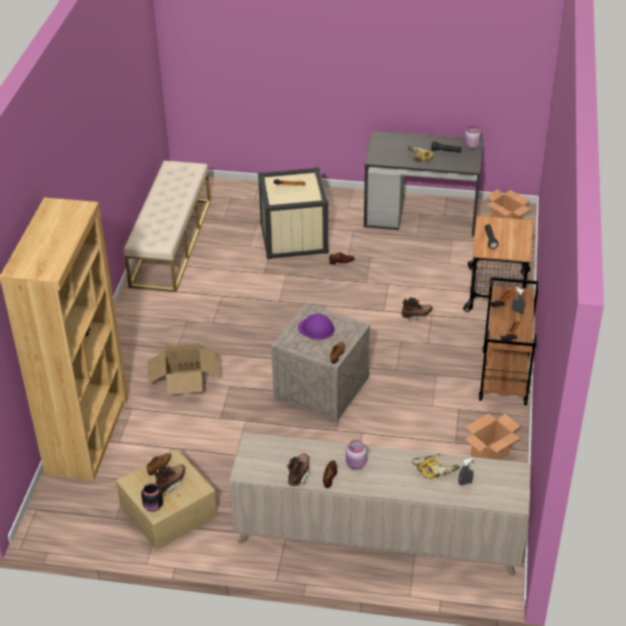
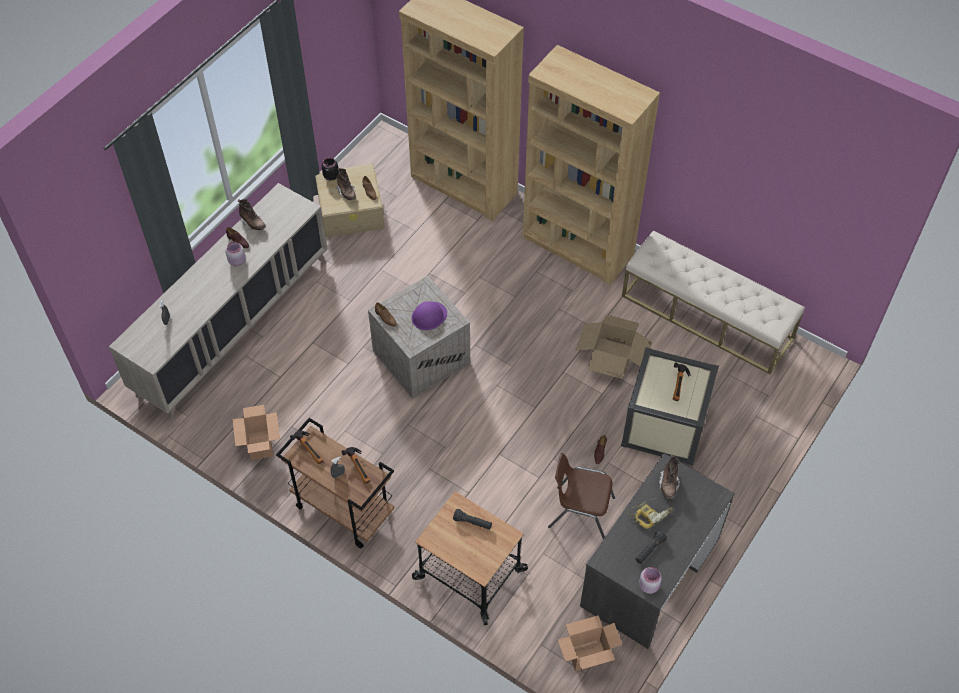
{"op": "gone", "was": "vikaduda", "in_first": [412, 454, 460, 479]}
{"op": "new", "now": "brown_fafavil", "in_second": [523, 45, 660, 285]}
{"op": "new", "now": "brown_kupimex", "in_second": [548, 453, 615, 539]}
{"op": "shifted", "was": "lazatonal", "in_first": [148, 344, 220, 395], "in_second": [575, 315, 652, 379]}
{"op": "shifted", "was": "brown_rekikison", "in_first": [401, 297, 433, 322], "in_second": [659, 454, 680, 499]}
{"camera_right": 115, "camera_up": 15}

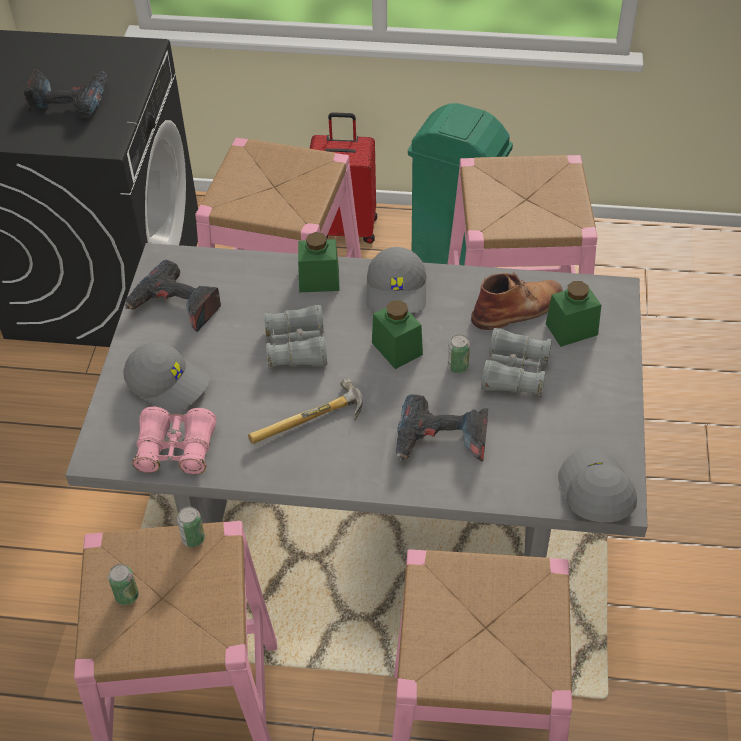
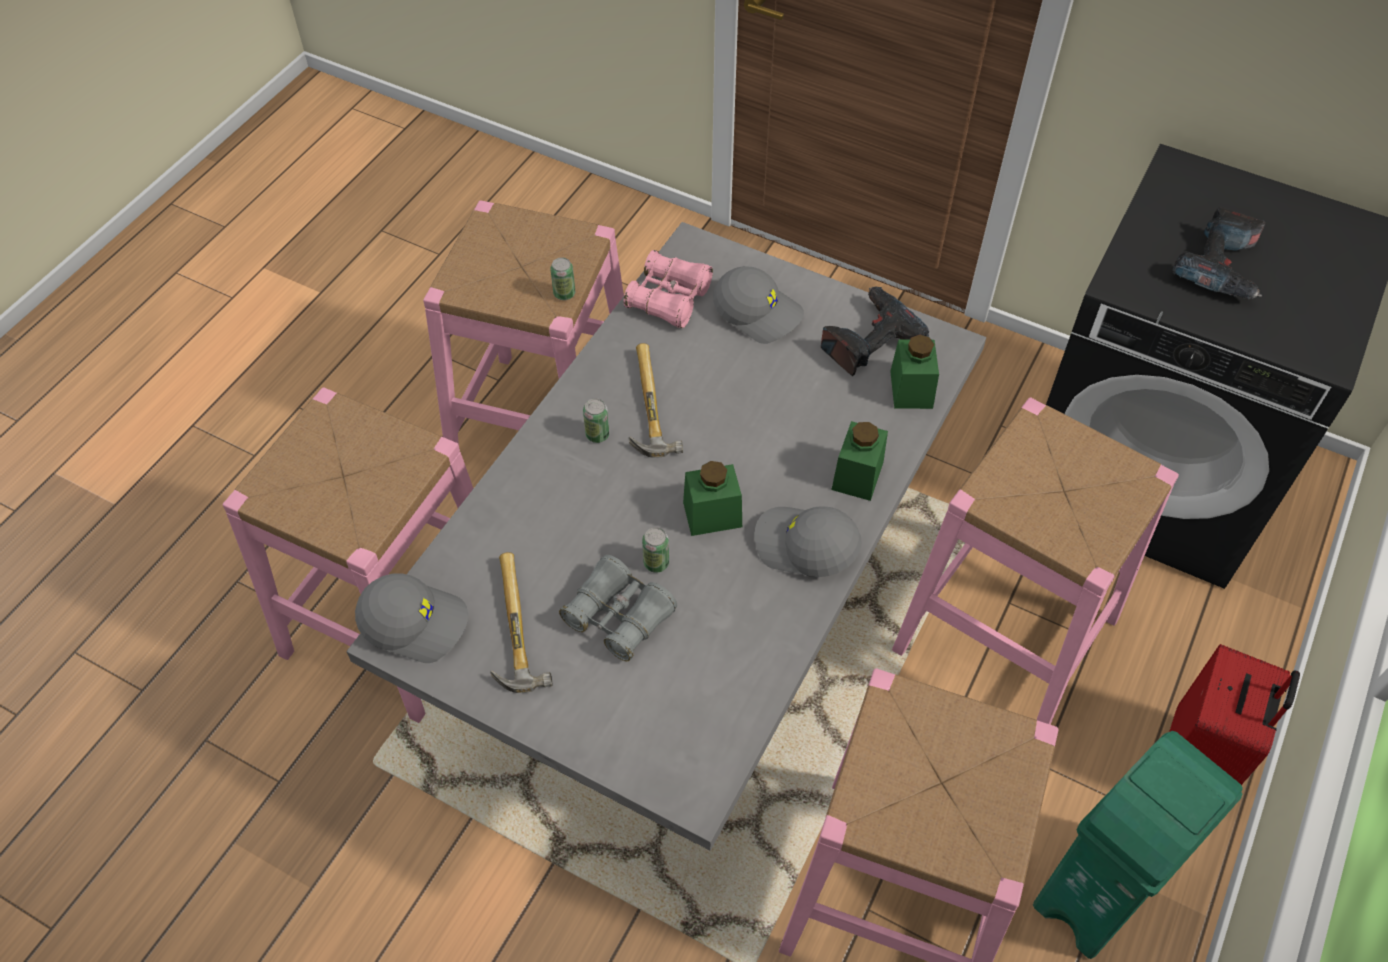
{"op": "gone", "was": "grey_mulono", "in_first": [264, 305, 327, 369]}
{"op": "gone", "was": "vikaduda", "in_first": [396, 394, 488, 461]}
{"op": "gone", "was": "brown_rekikison", "in_first": [471, 272, 563, 330]}
{"op": "new", "now": "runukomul", "in_second": [490, 552, 552, 693]}
{"op": "shifted", "was": "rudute", "in_first": [108, 564, 139, 605], "in_second": [583, 398, 610, 443]}
{"op": "shifted", "was": "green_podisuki", "in_first": [546, 281, 601, 347], "in_second": [890, 335, 939, 409]}
{"op": "rotated", "was": "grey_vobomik", "in_first": [123, 342, 209, 413], "in_second": [713, 266, 804, 344], "clockwise": -105}
{"camera_right": 110, "camera_up": 5}

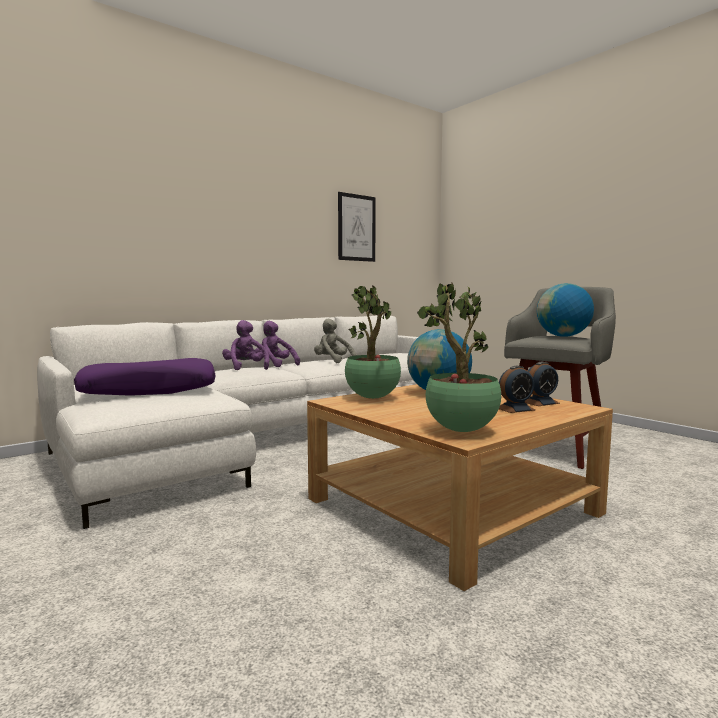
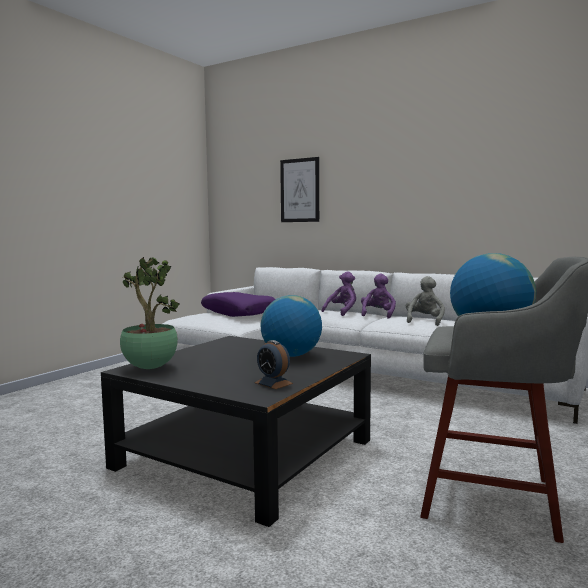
{"op": "gone", "was": "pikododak", "in_first": [345, 285, 401, 399]}
{"op": "gone", "was": "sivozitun", "in_first": [499, 366, 536, 413]}
{"op": "shifted", "was": "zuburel", "in_first": [338, 192, 376, 262], "in_second": [280, 157, 319, 222]}
{"op": "repainted", "was": "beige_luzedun", "now": "black_luzedun", "in_first": [307, 384, 613, 591], "in_second": [101, 336, 371, 527]}
{"camera_right": 70, "camera_up": 0}

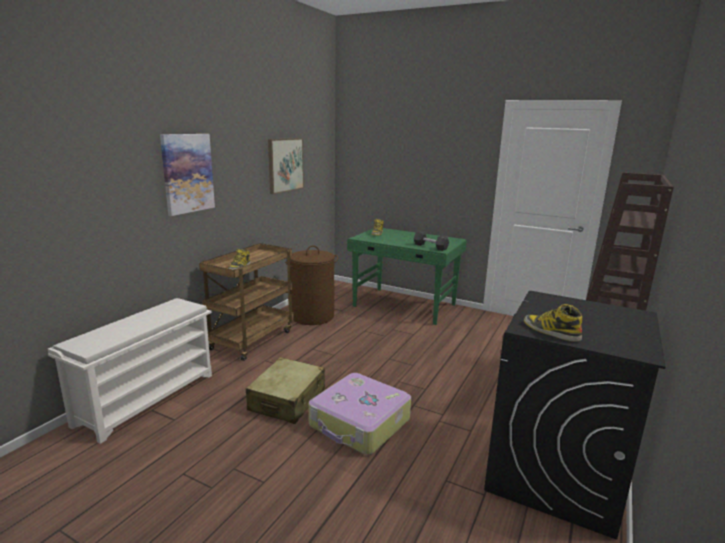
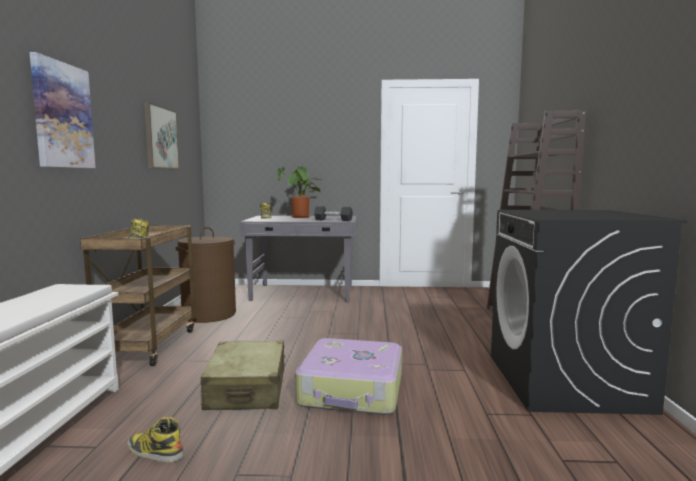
{"op": "new", "now": "pikododak", "in_second": [277, 166, 321, 218]}
{"op": "shifted", "was": "rekikison", "in_first": [524, 304, 583, 342], "in_second": [127, 417, 184, 463]}
{"op": "repainted", "was": "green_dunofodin", "now": "grey_dunofodin", "in_first": [347, 228, 466, 325], "in_second": [239, 216, 357, 302]}
{"camera_right": -25, "camera_up": -10}

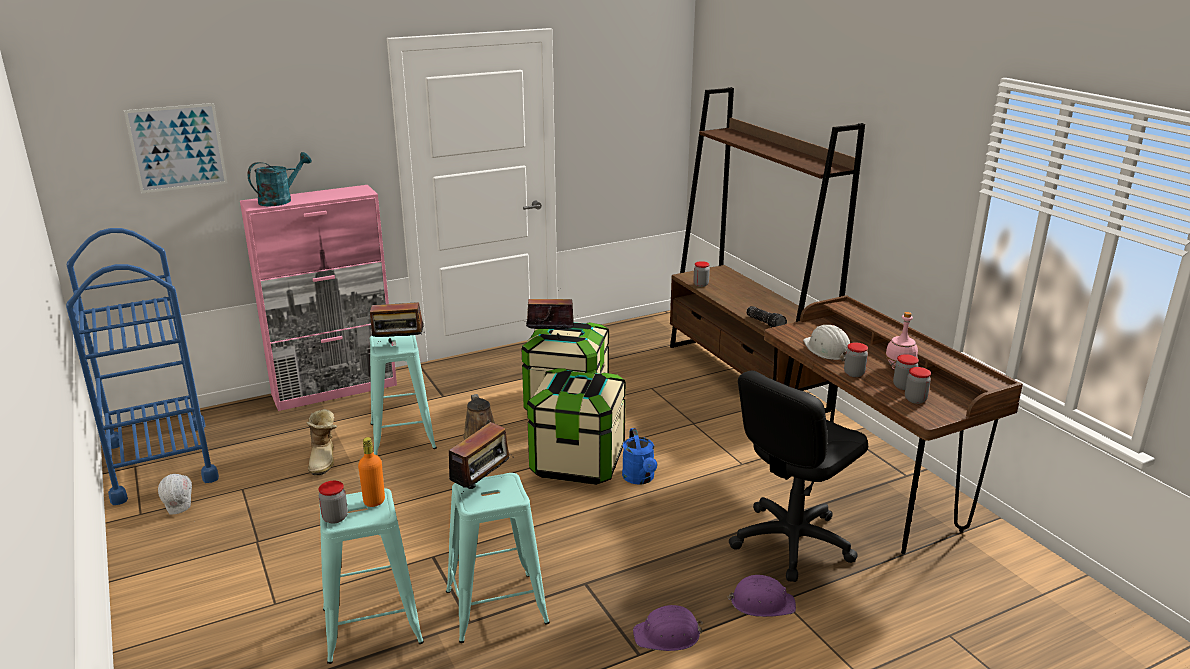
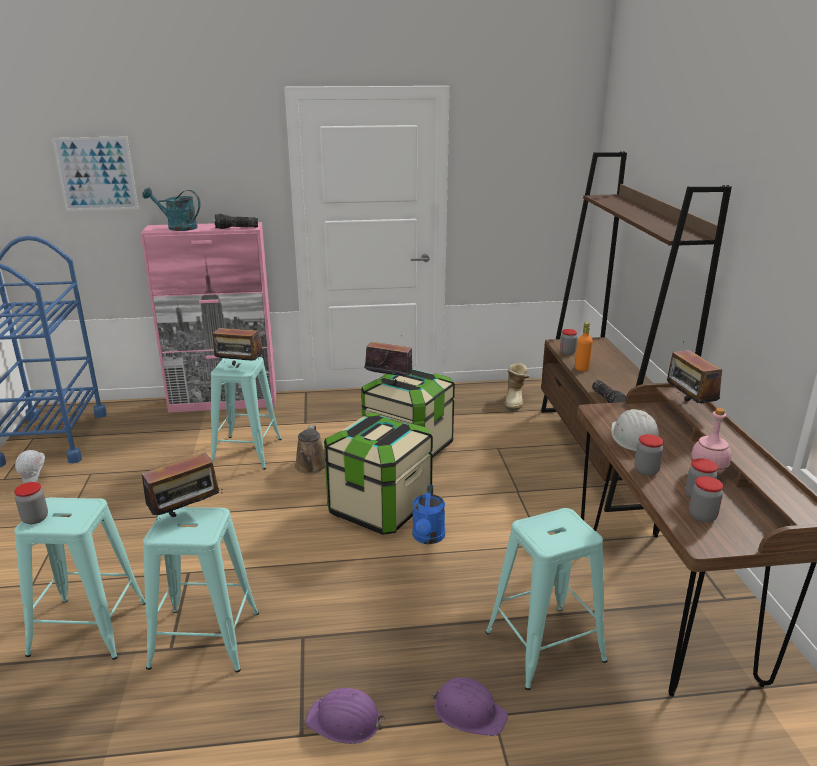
{"op": "new", "now": "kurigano", "in_second": [215, 214, 258, 229]}
{"op": "new", "now": "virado", "in_second": [667, 350, 722, 404]}
{"op": "shifted", "was": "rekikison", "in_first": [306, 409, 337, 475], "in_second": [504, 363, 530, 411]}
{"op": "shifted", "was": "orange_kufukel", "in_first": [358, 437, 385, 507], "in_second": [575, 322, 593, 371]}
{"op": "swapped", "was": "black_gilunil", "now": "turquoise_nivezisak", "in_first": [729, 370, 868, 582], "in_second": [486, 508, 607, 690]}
{"op": "rotated", "was": "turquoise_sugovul", "in_first": [248, 152, 312, 206], "in_second": [142, 187, 201, 231], "clockwise": -135}
{"camera_right": 20, "camera_up": 0}

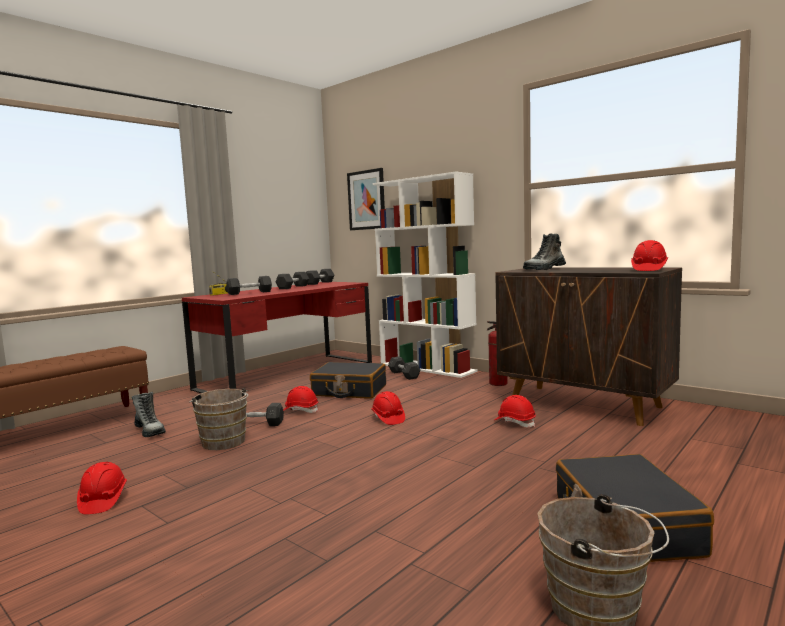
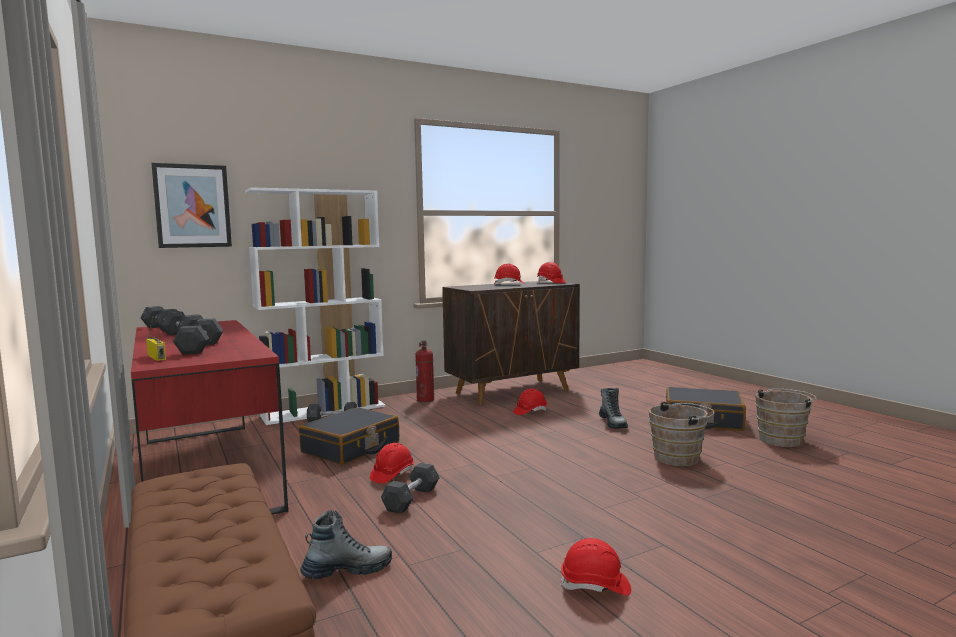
{"op": "shifted", "was": "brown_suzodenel", "in_first": [189, 388, 249, 450], "in_second": [648, 402, 714, 466]}
{"op": "shifted", "was": "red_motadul", "in_first": [371, 391, 405, 425], "in_second": [494, 264, 524, 284]}
{"op": "shifted", "was": "rekikison", "in_first": [523, 233, 566, 270], "in_second": [599, 388, 628, 429]}
{"camera_right": -70, "camera_up": 0}

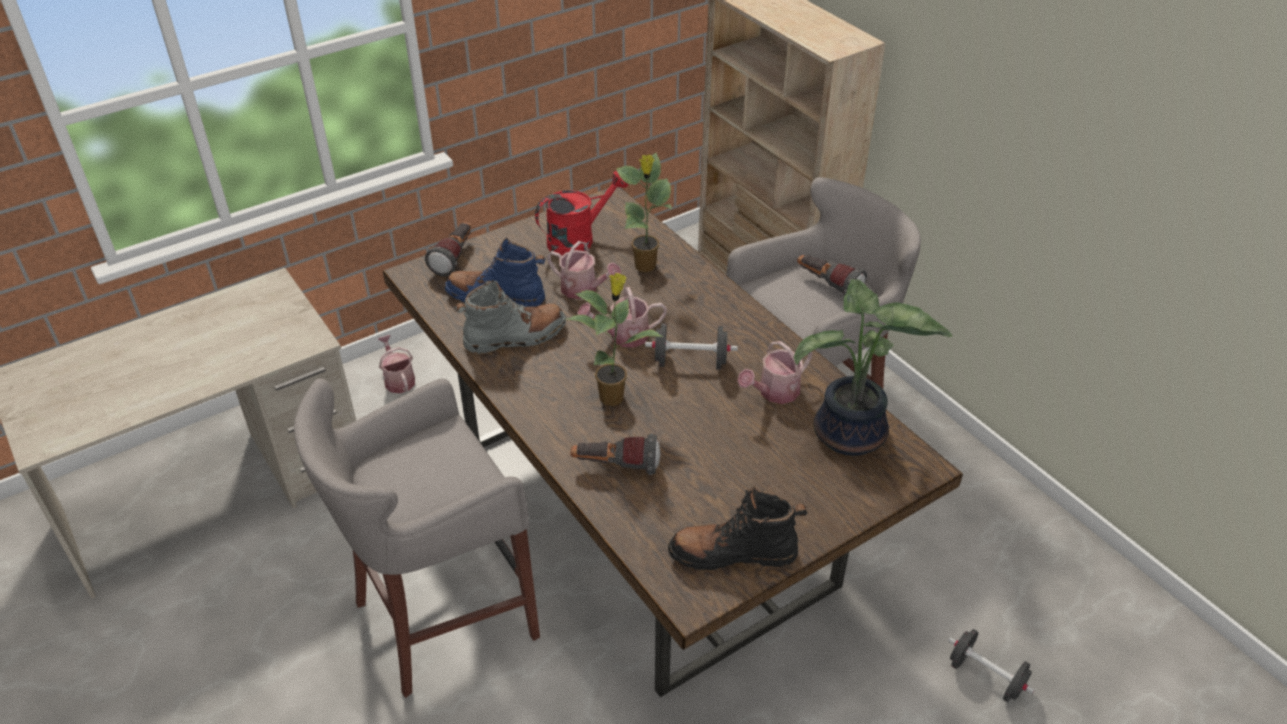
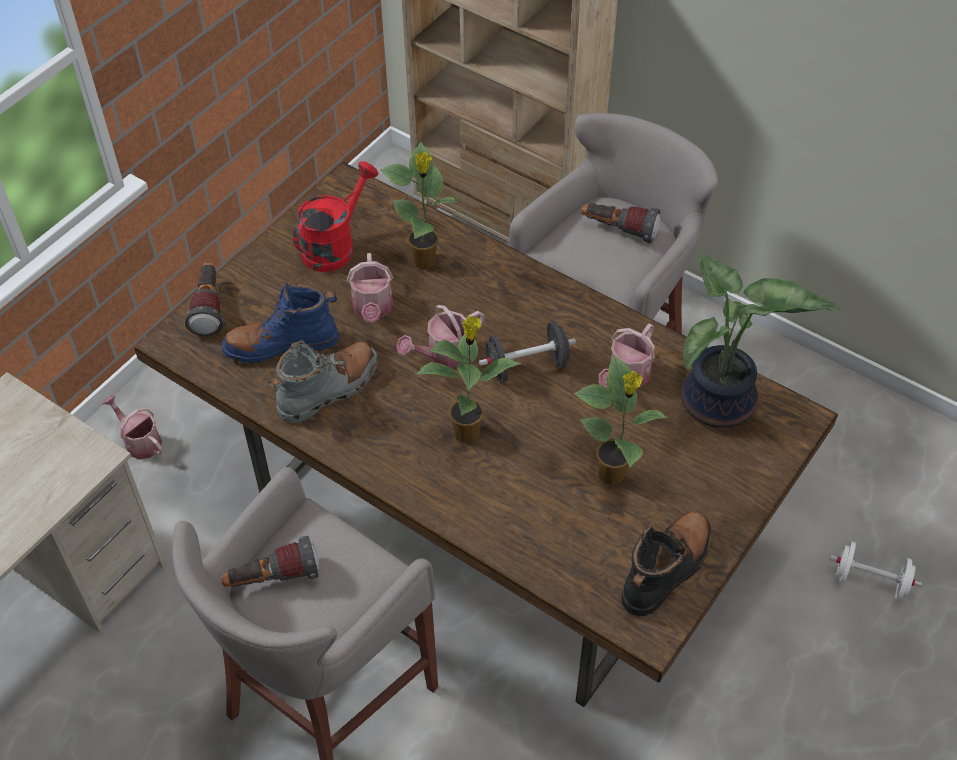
{"op": "new", "now": "pikododak", "in_second": [573, 354, 668, 485]}
{"op": "shifted", "was": "kurigano", "in_first": [570, 434, 661, 475], "in_second": [221, 536, 319, 587]}
{"op": "repainted", "was": "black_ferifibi", "now": "white_ferifibi", "in_first": [948, 629, 1035, 702], "in_second": [829, 541, 922, 601]}
{"op": "rotated", "was": "sugovul", "in_first": [547, 241, 621, 299], "in_second": [347, 253, 393, 323], "clockwise": 75}
{"op": "rotated", "was": "black_rekikison", "in_first": [668, 487, 808, 570], "in_second": [621, 512, 711, 616], "clockwise": 150}
{"camera_right": -20, "camera_up": 10}

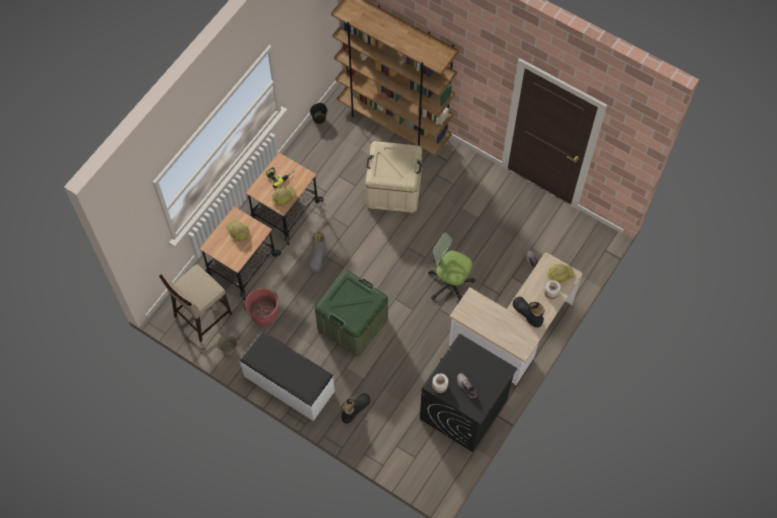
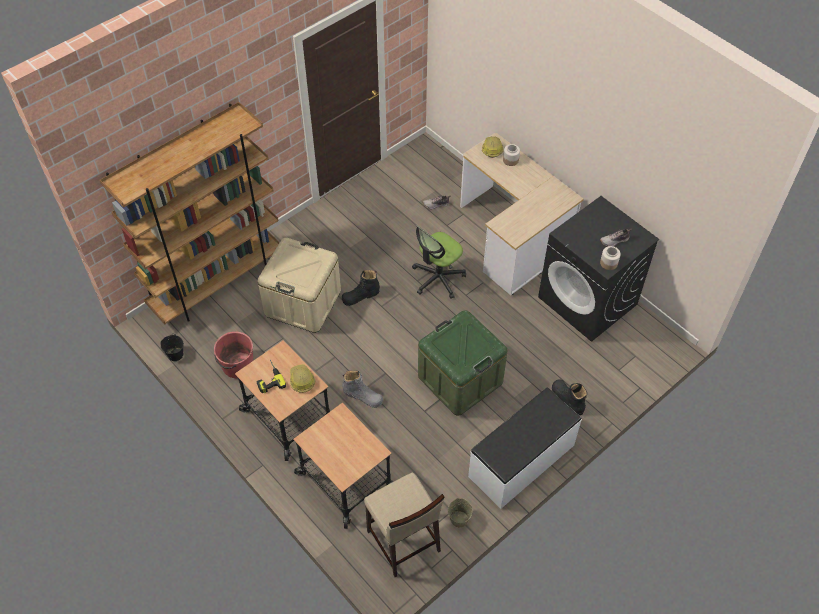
{"op": "gone", "was": "motadul", "in_first": [226, 220, 250, 241]}
{"op": "shifted", "was": "red_suzodenel", "in_first": [244, 288, 278, 326], "in_second": [214, 331, 253, 378]}
{"op": "shifted", "was": "black_rekikison", "in_first": [513, 297, 544, 328], "in_second": [342, 270, 380, 306]}
{"camera_right": -75, "camera_up": -10}

